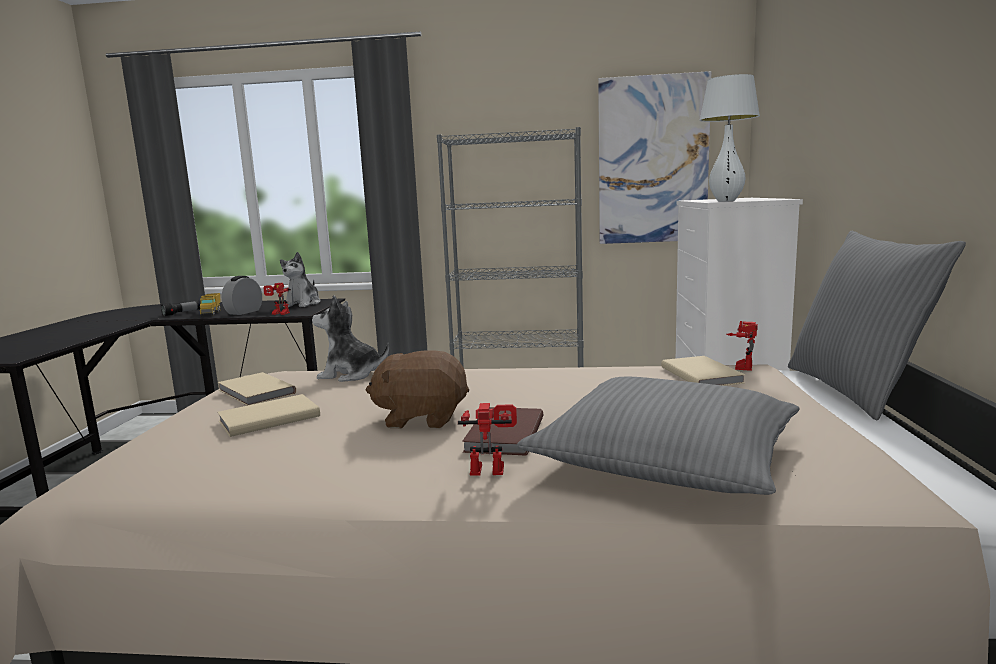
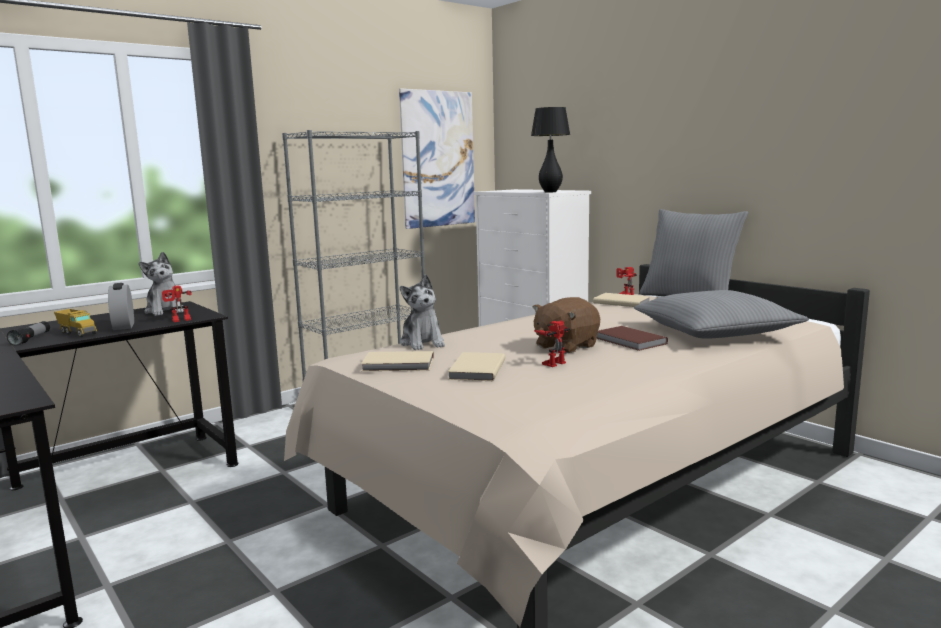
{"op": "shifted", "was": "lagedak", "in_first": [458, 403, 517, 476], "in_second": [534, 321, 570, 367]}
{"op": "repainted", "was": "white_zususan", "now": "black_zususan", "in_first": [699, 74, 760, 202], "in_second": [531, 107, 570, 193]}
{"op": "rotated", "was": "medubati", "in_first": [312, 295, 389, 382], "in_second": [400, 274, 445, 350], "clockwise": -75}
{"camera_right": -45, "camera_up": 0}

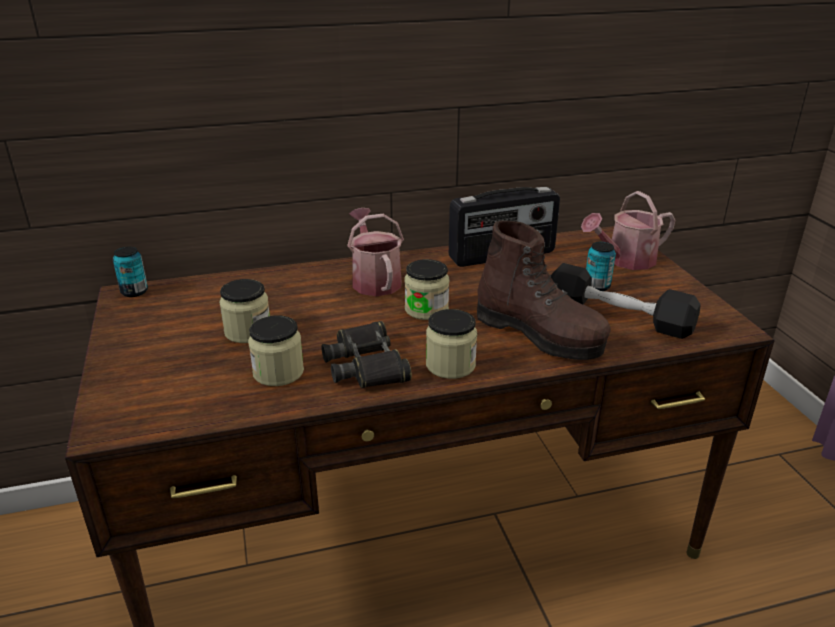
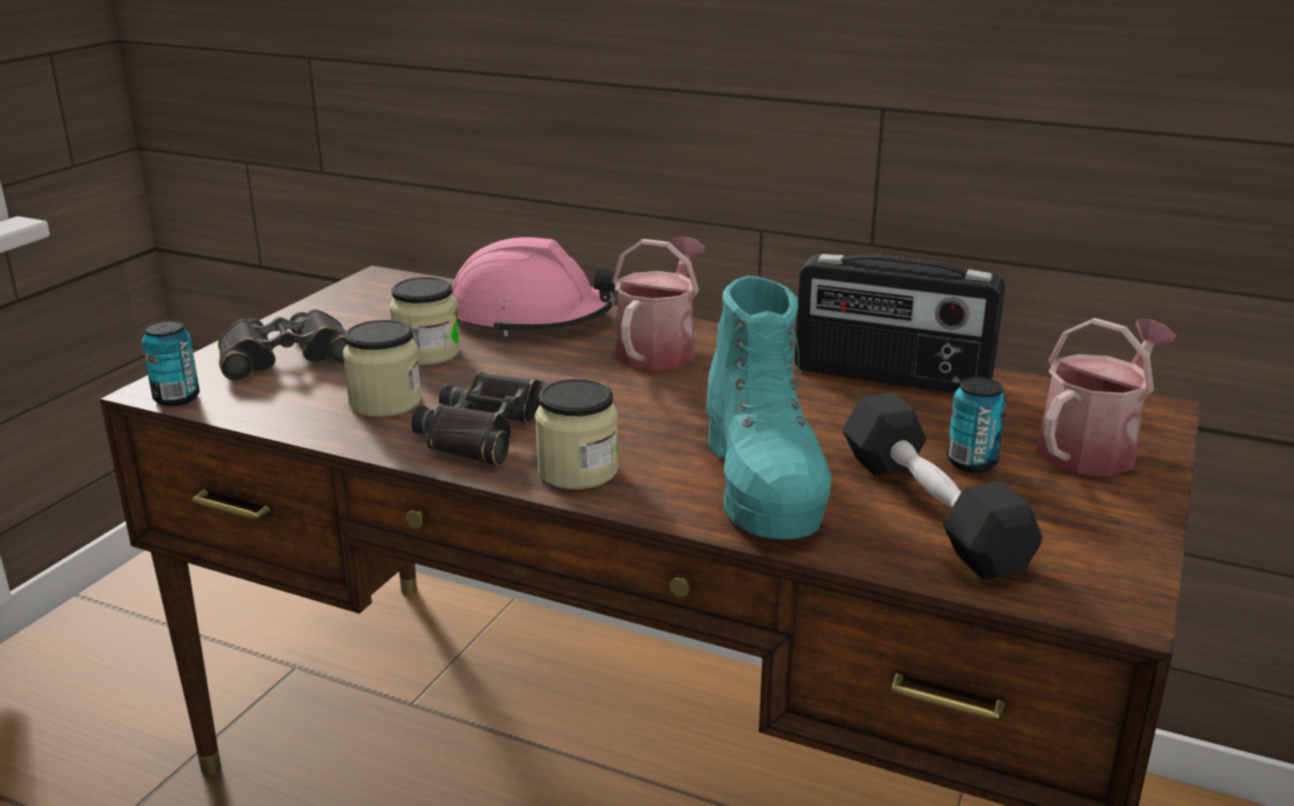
{"op": "gone", "was": "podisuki", "in_first": [404, 259, 449, 320]}
{"op": "new", "now": "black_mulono", "in_second": [218, 309, 347, 381]}
{"op": "new", "now": "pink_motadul", "in_second": [452, 237, 619, 336]}
{"op": "shifted", "was": "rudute", "in_first": [113, 246, 148, 297], "in_second": [142, 321, 200, 406]}
{"op": "repainted", "was": "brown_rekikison", "now": "turquoise_rekikison", "in_first": [477, 221, 611, 360], "in_second": [705, 276, 832, 539]}
{"op": "rotated", "was": "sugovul", "in_first": [581, 191, 676, 270], "in_second": [1037, 318, 1177, 476], "clockwise": 120}
{"camera_right": 40, "camera_up": -5}

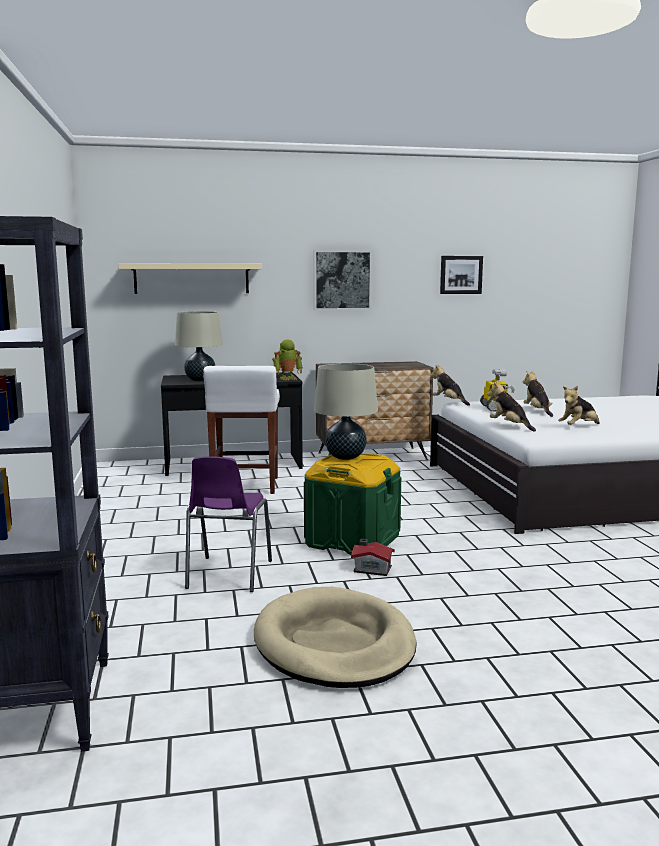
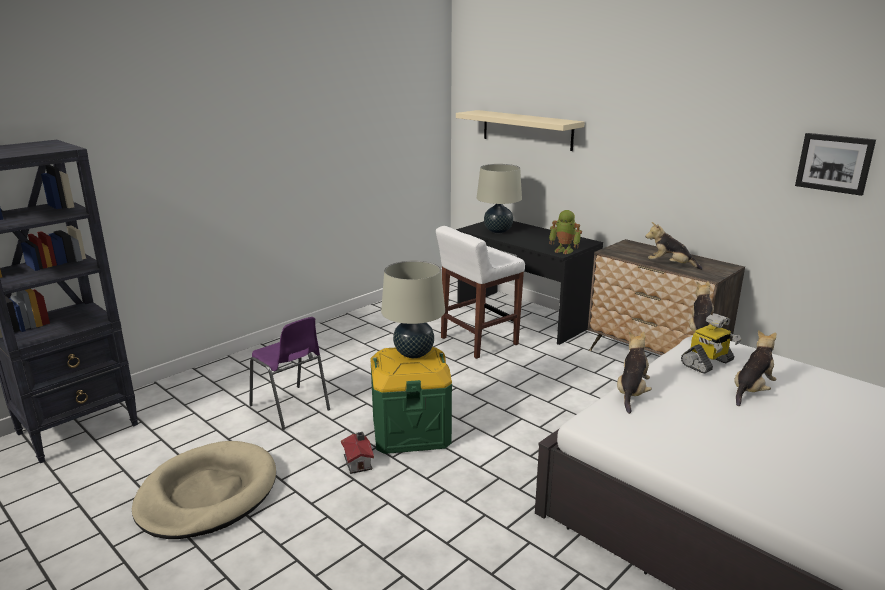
{"op": "gone", "was": "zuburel", "in_first": [313, 250, 372, 310]}
{"op": "shifted", "was": "medubati", "in_first": [558, 386, 600, 425], "in_second": [645, 222, 703, 270]}
{"op": "rotated", "was": "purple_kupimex", "in_first": [185, 456, 272, 592], "in_second": [249, 317, 330, 430], "clockwise": -105}
{"camera_right": 55, "camera_up": 10}

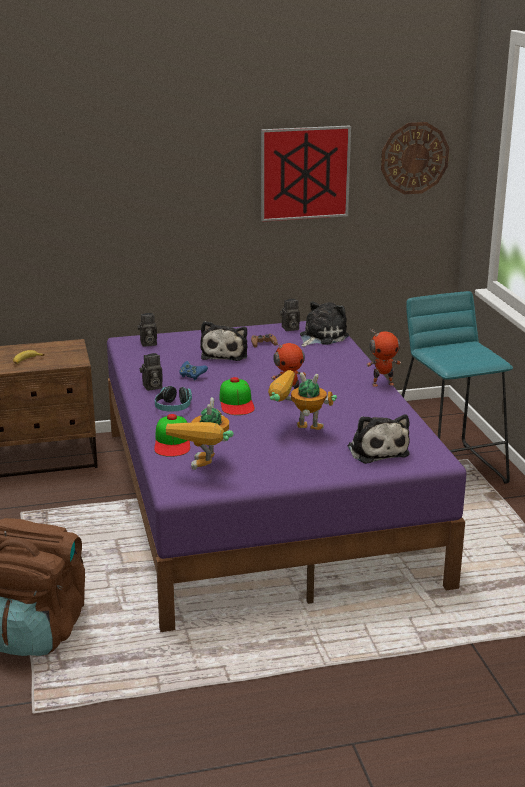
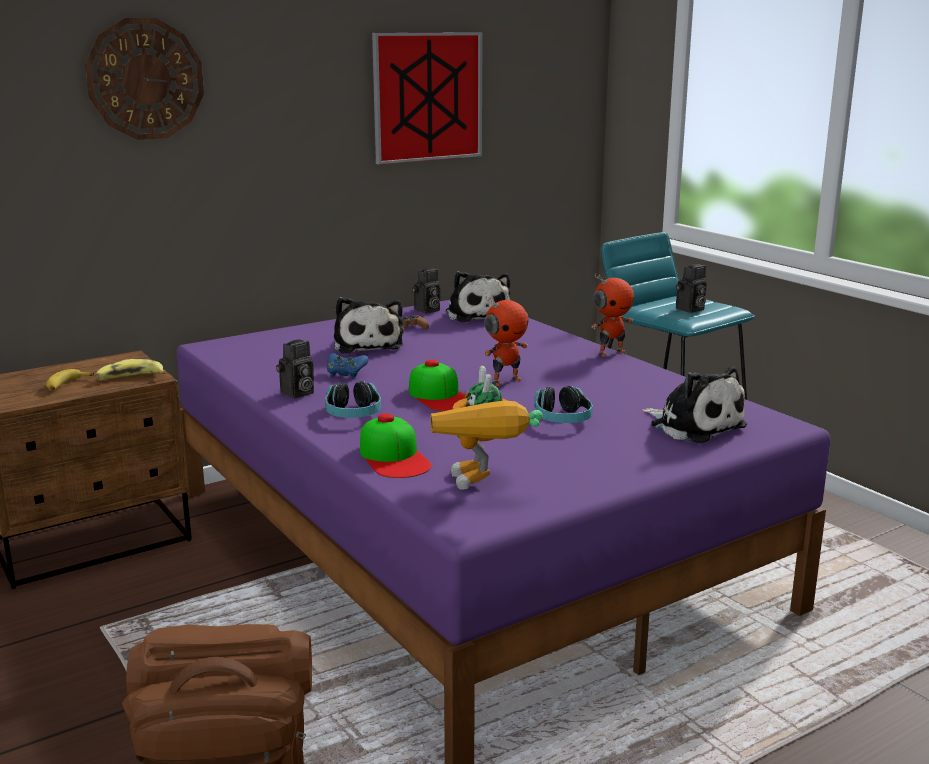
{"op": "new", "now": "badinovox", "in_second": [95, 359, 165, 380]}
{"op": "shifted", "was": "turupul", "in_first": [137, 313, 157, 347], "in_second": [676, 264, 707, 313]}
{"op": "shifted", "was": "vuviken", "in_first": [381, 122, 449, 194], "in_second": [85, 18, 204, 140]}
{"op": "swapped", "was": "lagedak", "now": "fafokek", "in_first": [268, 370, 337, 430], "in_second": [534, 386, 593, 423]}
{"op": "rotated", "was": "medubati", "in_first": [300, 301, 349, 347], "in_second": [446, 271, 511, 322], "clockwise": 135}
{"camera_right": -20, "camera_up": -5}

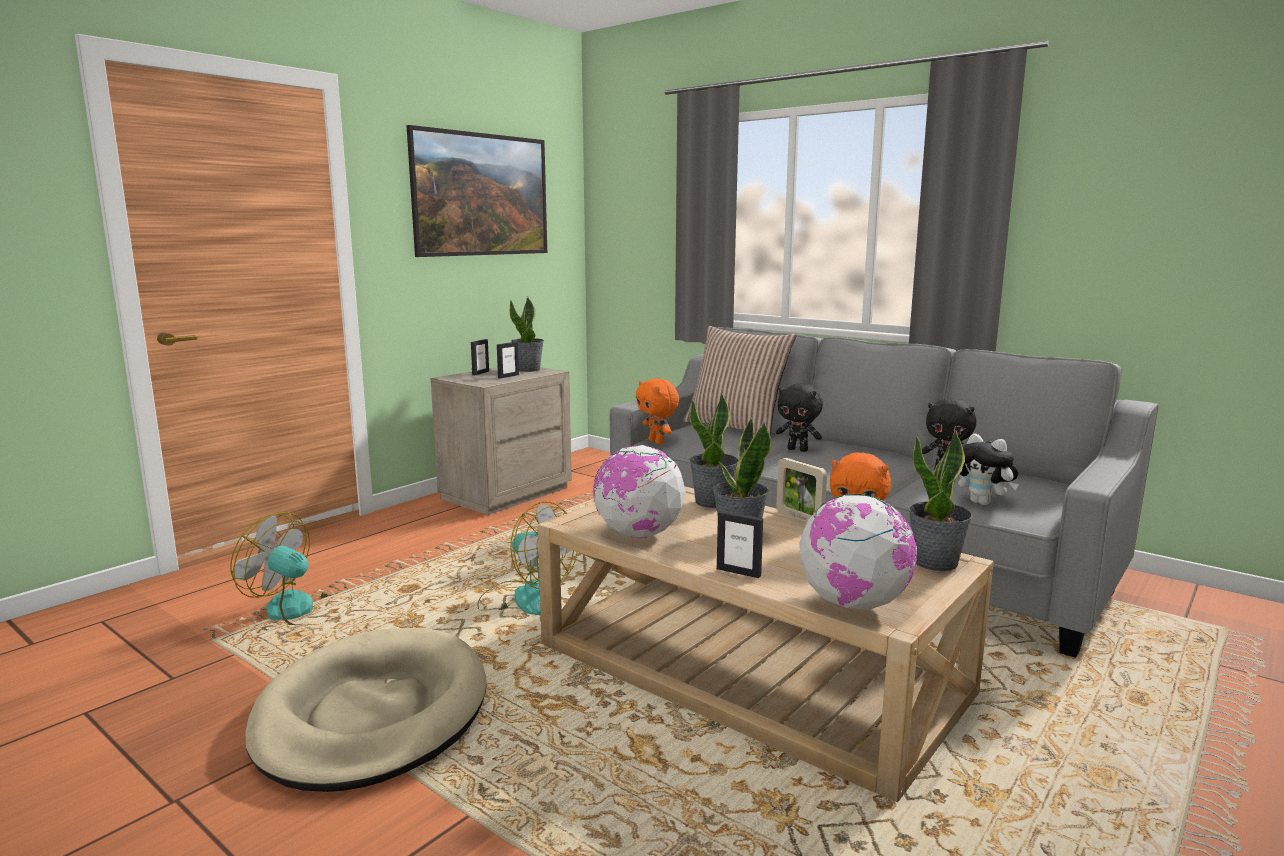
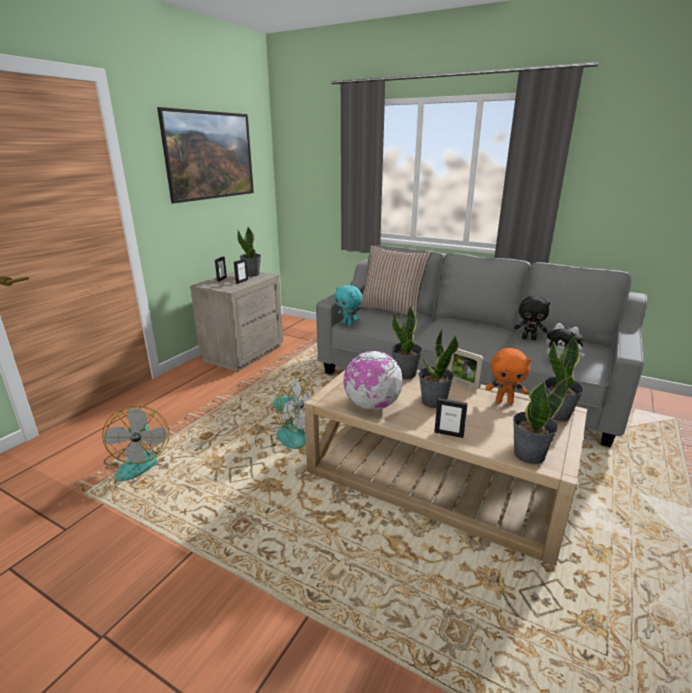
{"op": "gone", "was": "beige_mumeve", "in_first": [245, 628, 486, 792]}
{"op": "gone", "was": "black_medubati", "in_first": [776, 383, 823, 452]}
{"op": "swapped", "was": "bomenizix", "now": "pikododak", "in_first": [799, 494, 917, 610], "in_second": [513, 378, 567, 464]}
{"op": "repainted", "was": "orange_medubati", "now": "turquoise_medubati", "in_first": [636, 379, 679, 444], "in_second": [334, 285, 363, 326]}
{"op": "rotated", "was": "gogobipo", "in_first": [230, 512, 352, 625], "in_second": [102, 405, 170, 481], "clockwise": -120}
{"camera_right": -10, "camera_up": 10}

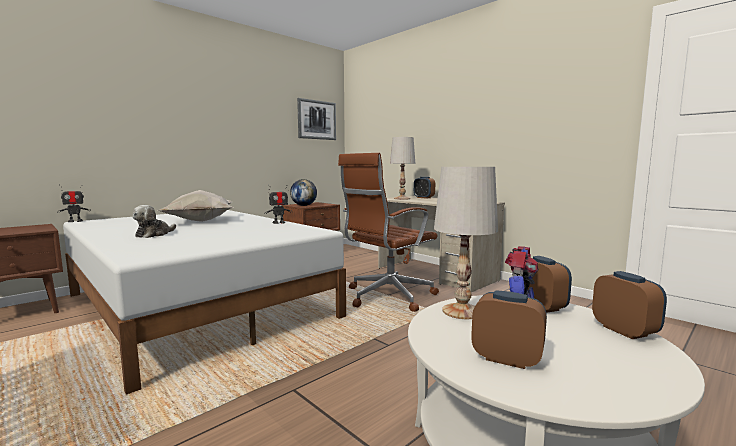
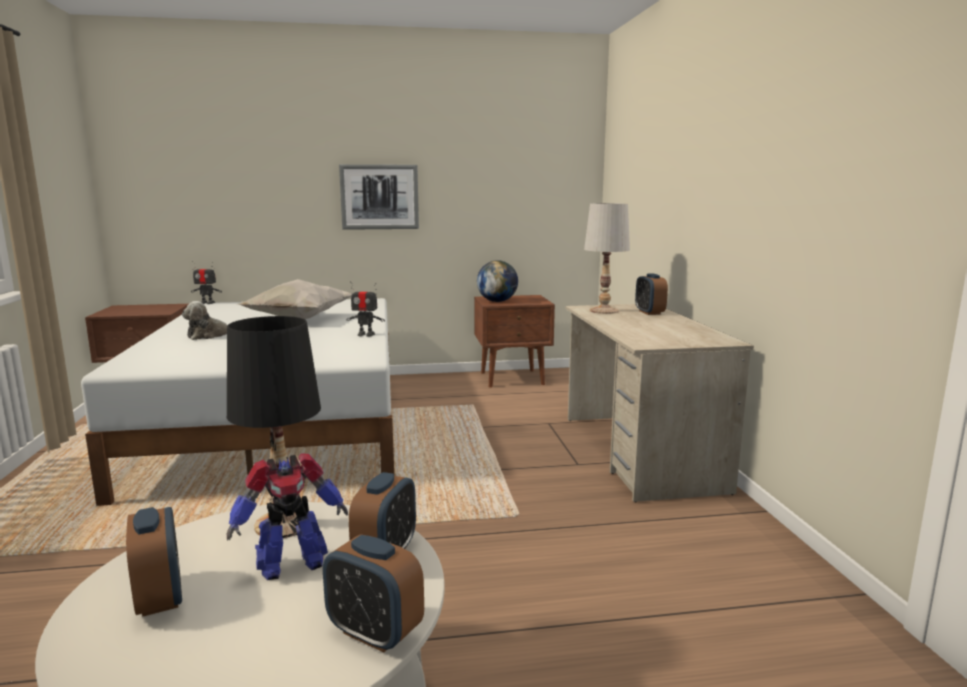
{"op": "gone", "was": "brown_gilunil", "in_first": [338, 153, 439, 312]}
{"op": "shifted", "was": "zuburel", "in_first": [297, 98, 336, 140], "in_second": [339, 164, 419, 230]}
{"op": "repainted", "was": "white_zususan", "now": "black_zususan", "in_first": [434, 167, 498, 319], "in_second": [227, 316, 321, 538]}
{"op": "rotated", "was": "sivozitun", "in_first": [592, 271, 667, 339], "in_second": [323, 534, 424, 652], "clockwise": 105}
{"camera_right": 35, "camera_up": 5}

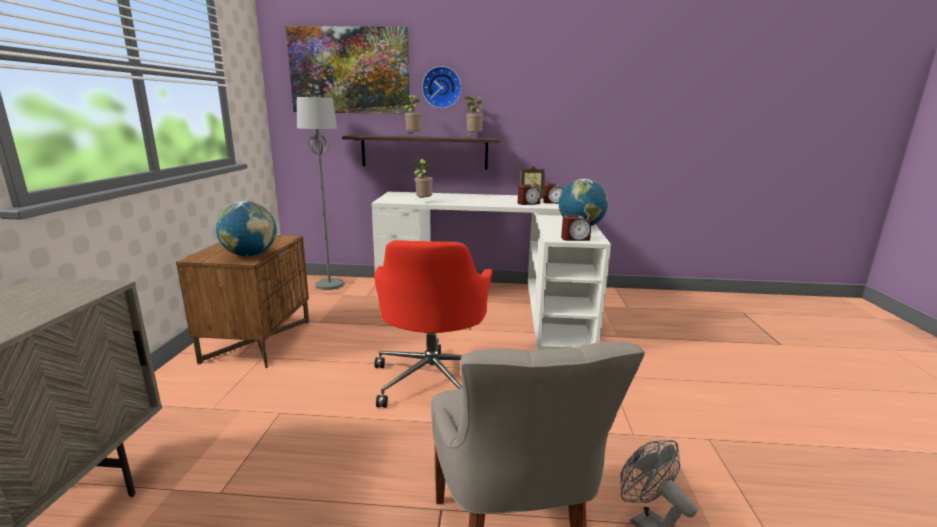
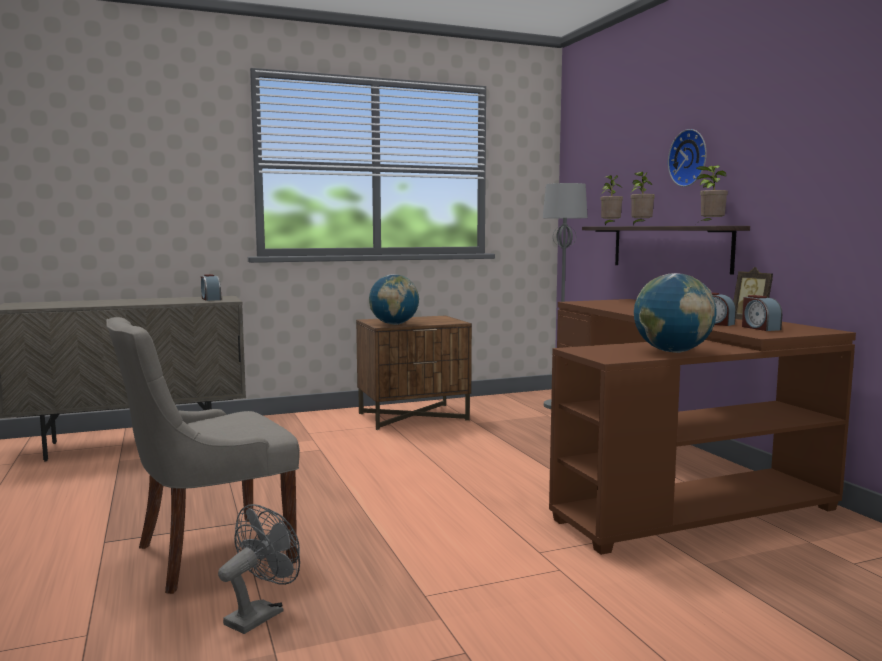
{"op": "gone", "was": "zuburel", "in_first": [285, 26, 410, 114]}
{"op": "gone", "was": "red_gilunil", "in_first": [374, 240, 492, 408]}
{"op": "shifted", "was": "pikododak", "in_first": [412, 159, 433, 198], "in_second": [600, 175, 623, 226]}
{"op": "shifted", "was": "sivozitun", "in_first": [561, 215, 591, 241], "in_second": [201, 274, 221, 301]}
{"op": "repainted", "was": "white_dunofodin", "now": "brown_dunofodin", "in_first": [372, 192, 611, 350], "in_second": [549, 299, 856, 555]}
{"camera_right": 65, "camera_up": -10}

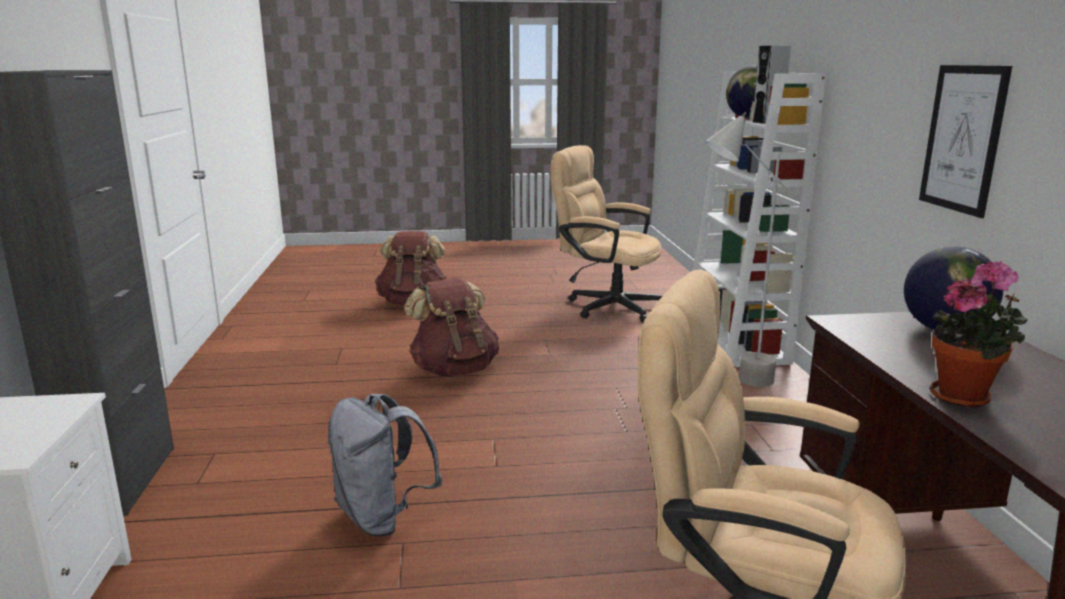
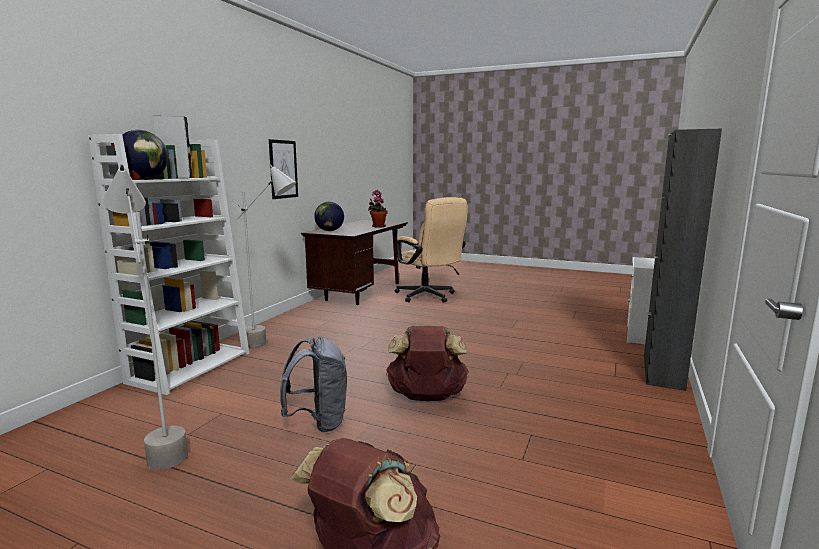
{"op": "shifted", "was": "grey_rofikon", "in_first": [328, 394, 442, 537], "in_second": [280, 337, 347, 432]}
{"op": "swapped", "was": "beige_gilunil", "now": "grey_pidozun", "in_first": [551, 145, 663, 322], "in_second": [102, 164, 188, 470]}
{"camera_right": -150, "camera_up": -5}

